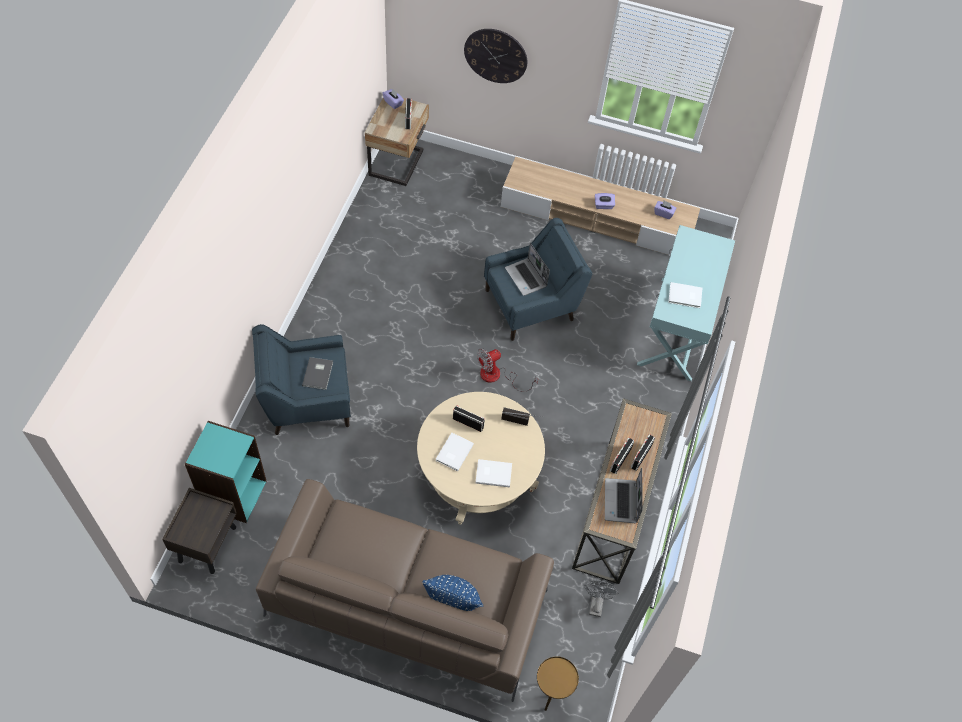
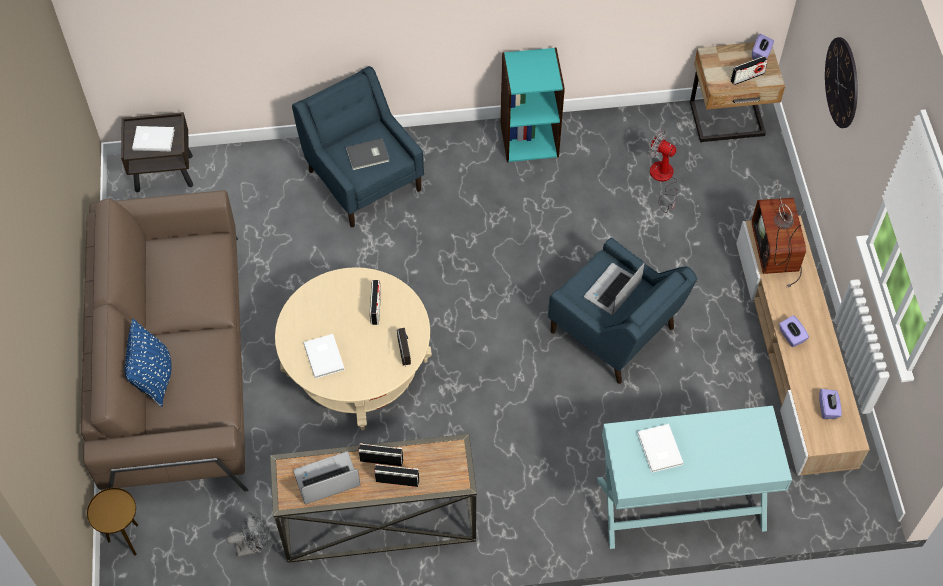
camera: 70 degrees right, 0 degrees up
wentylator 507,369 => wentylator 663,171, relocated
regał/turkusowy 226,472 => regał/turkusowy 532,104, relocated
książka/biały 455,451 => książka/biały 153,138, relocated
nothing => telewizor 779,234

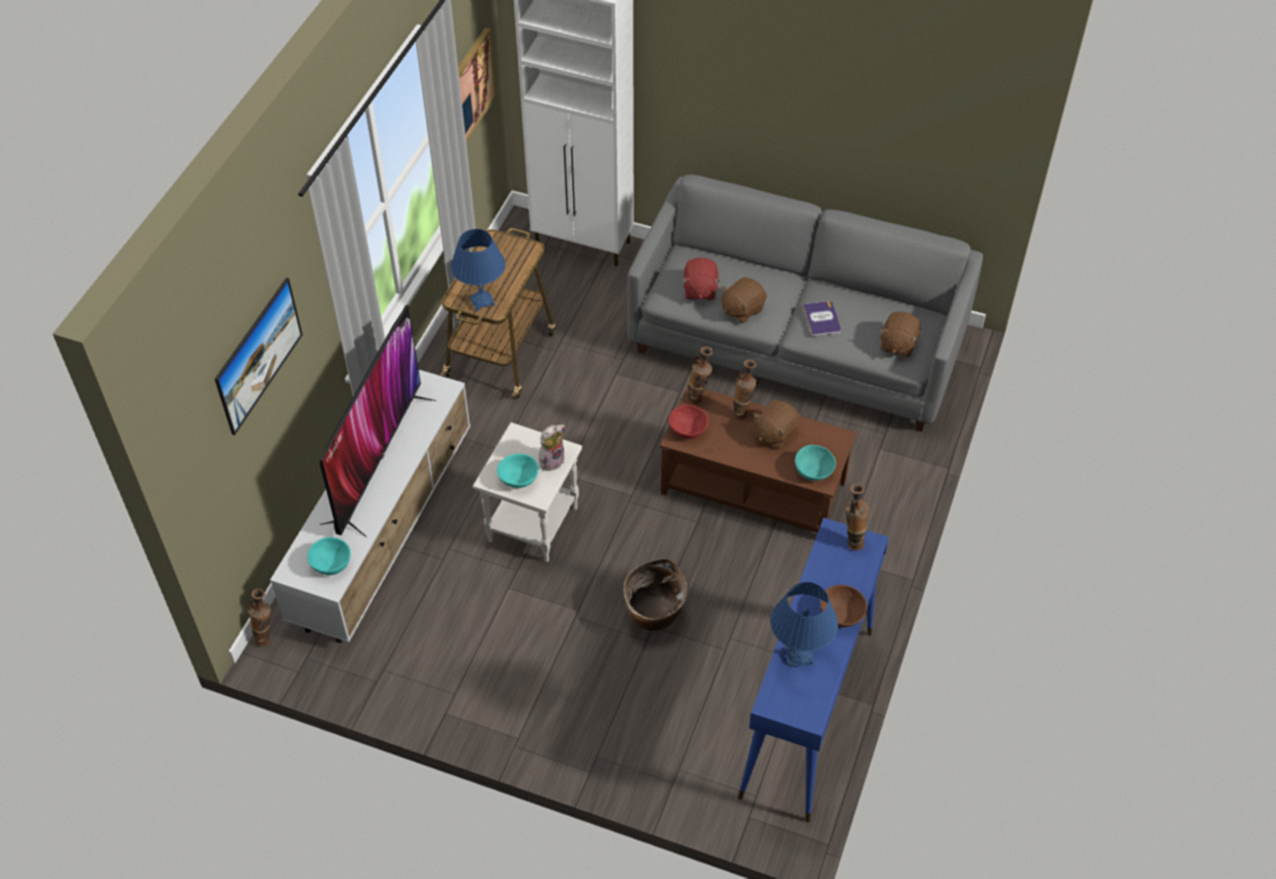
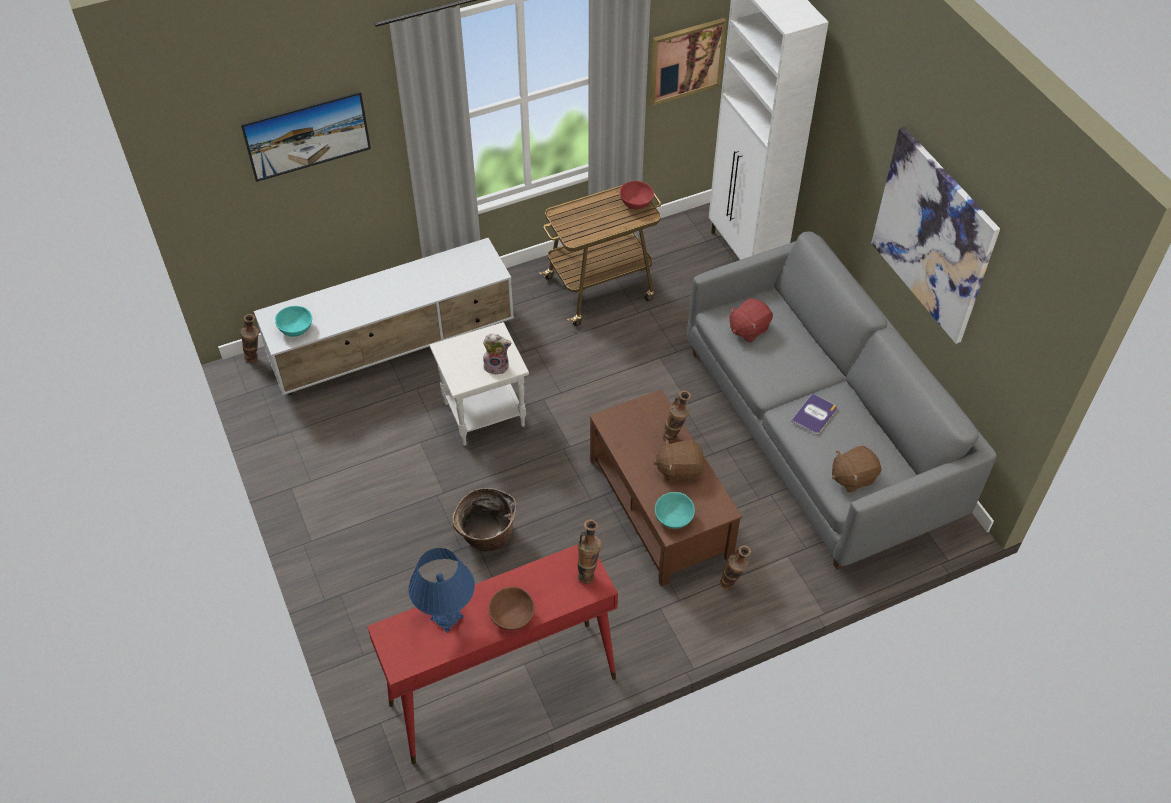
camera: 45 degrees right, 0 degrees up
lampa stołowa/niebieski 478,270 => nothing
pluszak/brązowy 744,300 => nothing
telewizor 377,421 => nothing
wazon 700,375 => wazon 735,567, relocated
miska/czerwony 688,422 => miska/czerwony 637,195, relocated
miska/turkusowy 518,471 => nothing
stolik konsolowy/niebieski 813,670 => stolik konsolowy/czerwony 492,654
nothing => obraz 935,235

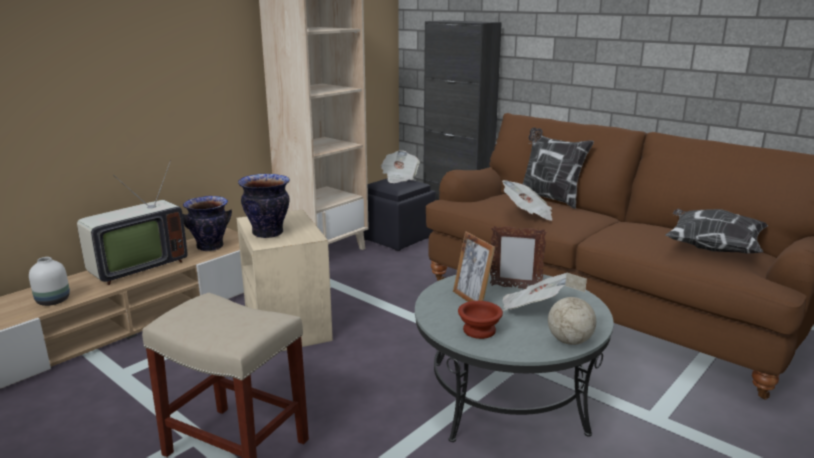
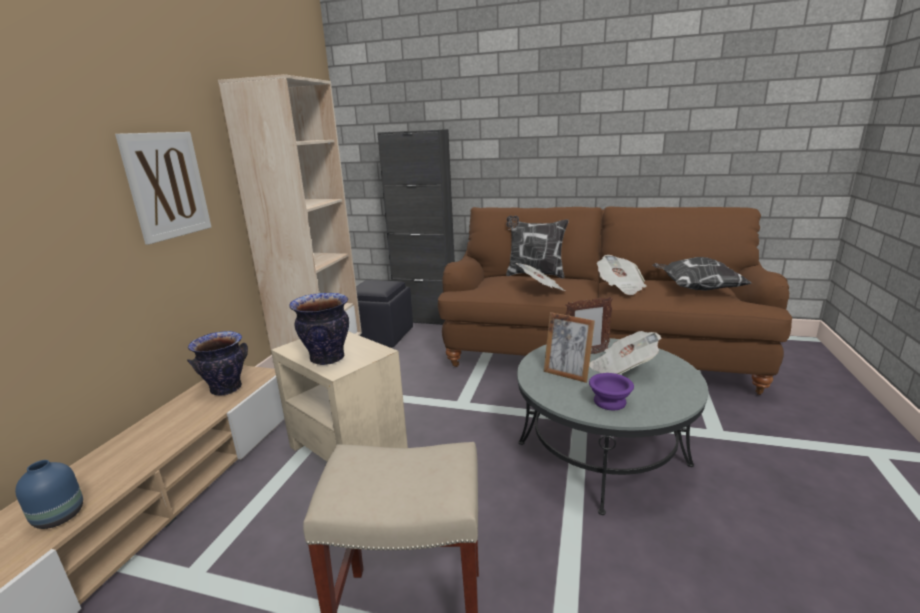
camera: 25 degrees left, 0 degrees up
gazeta 400,166 => gazeta 622,275, relocated
telewizor 132,222 => nothing
wazon/biały 49,281 => wazon/niebieski 49,494
globus 572,309 => nothing
miska/brązowy 480,320 => miska/fioletowy 611,391
nothing => obraz 163,188

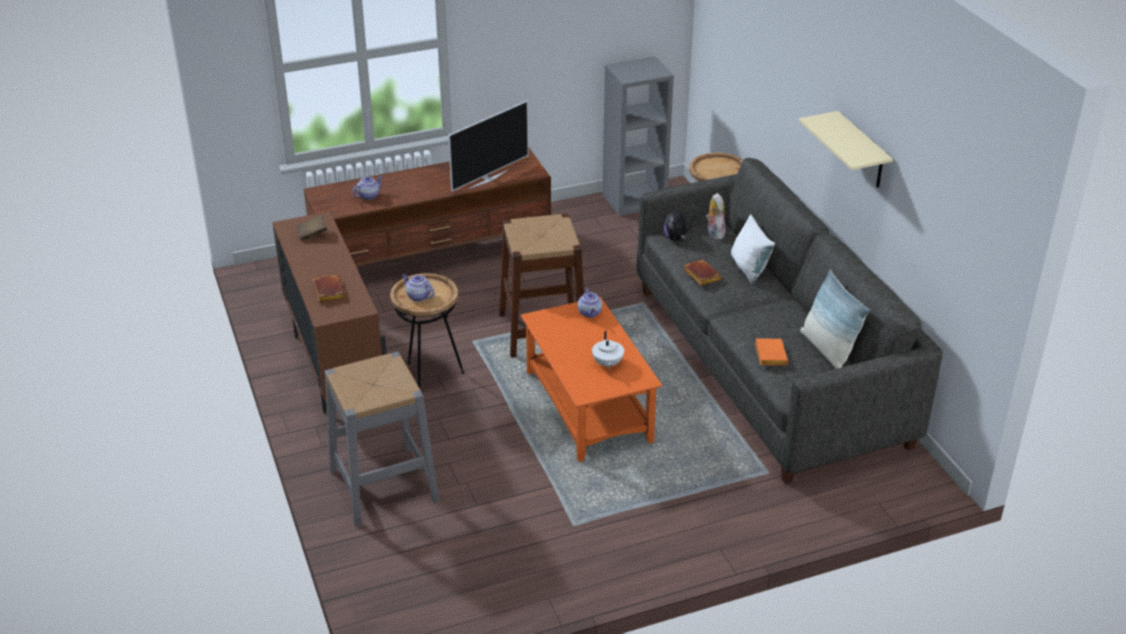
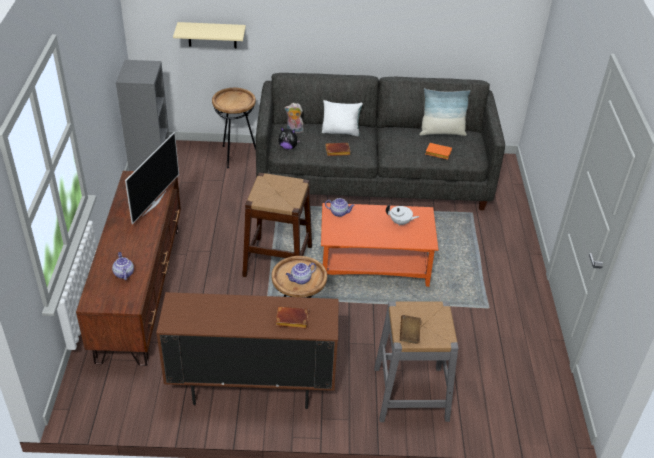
camera: 70 degrees left, 5 degrees up
telewizor 488,146 => telewizor 152,178, 45 degrees clockwise
półka/beżowy 846,149 => półka/beżowy 209,35, relocated
książka/brązowy 312,228 => książka/brązowy 410,329, relocated

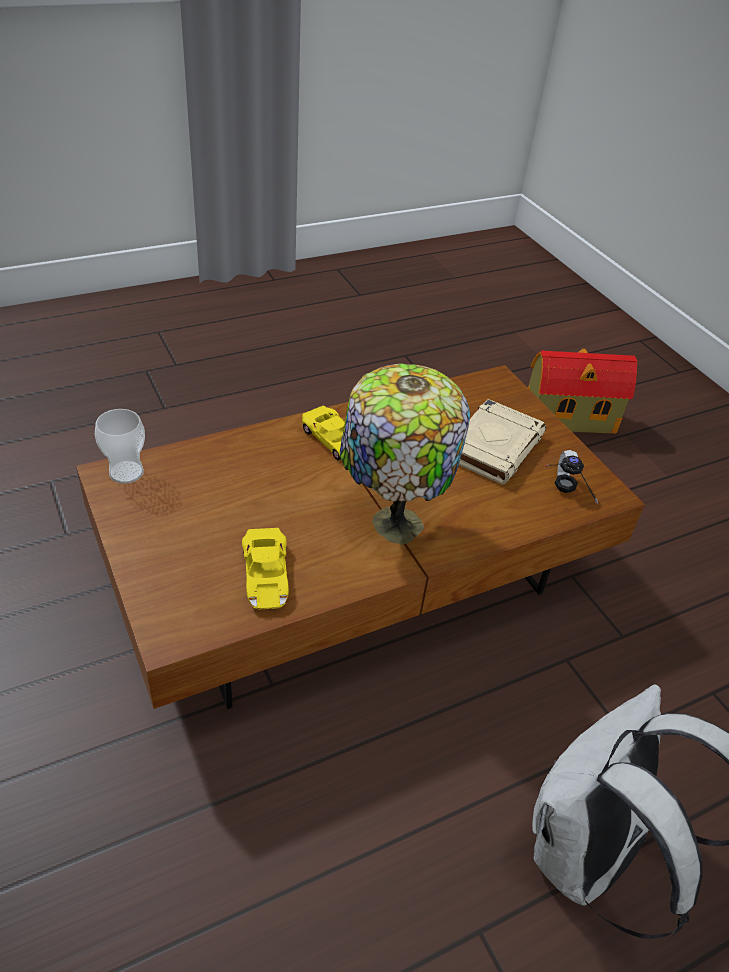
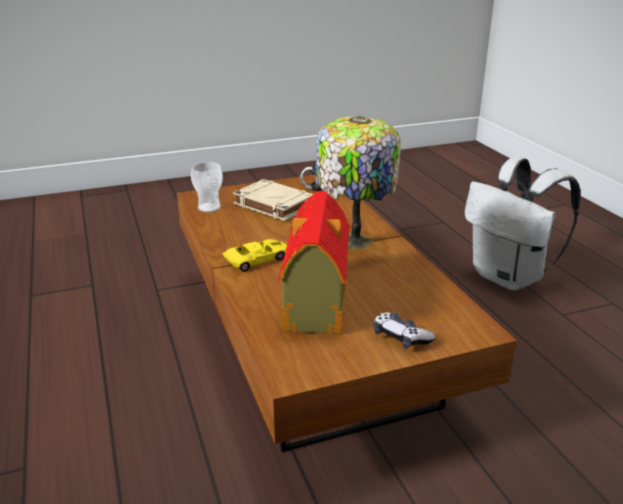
camera: 80 degrees left, 15 degrees down
domek 582,391 => domek 314,262, relocated
filiżanka 120,446 => filiżanka 207,187, relocated
samochodzik/żółty 265,569 => nothing
nothing => pad do gier 404,331

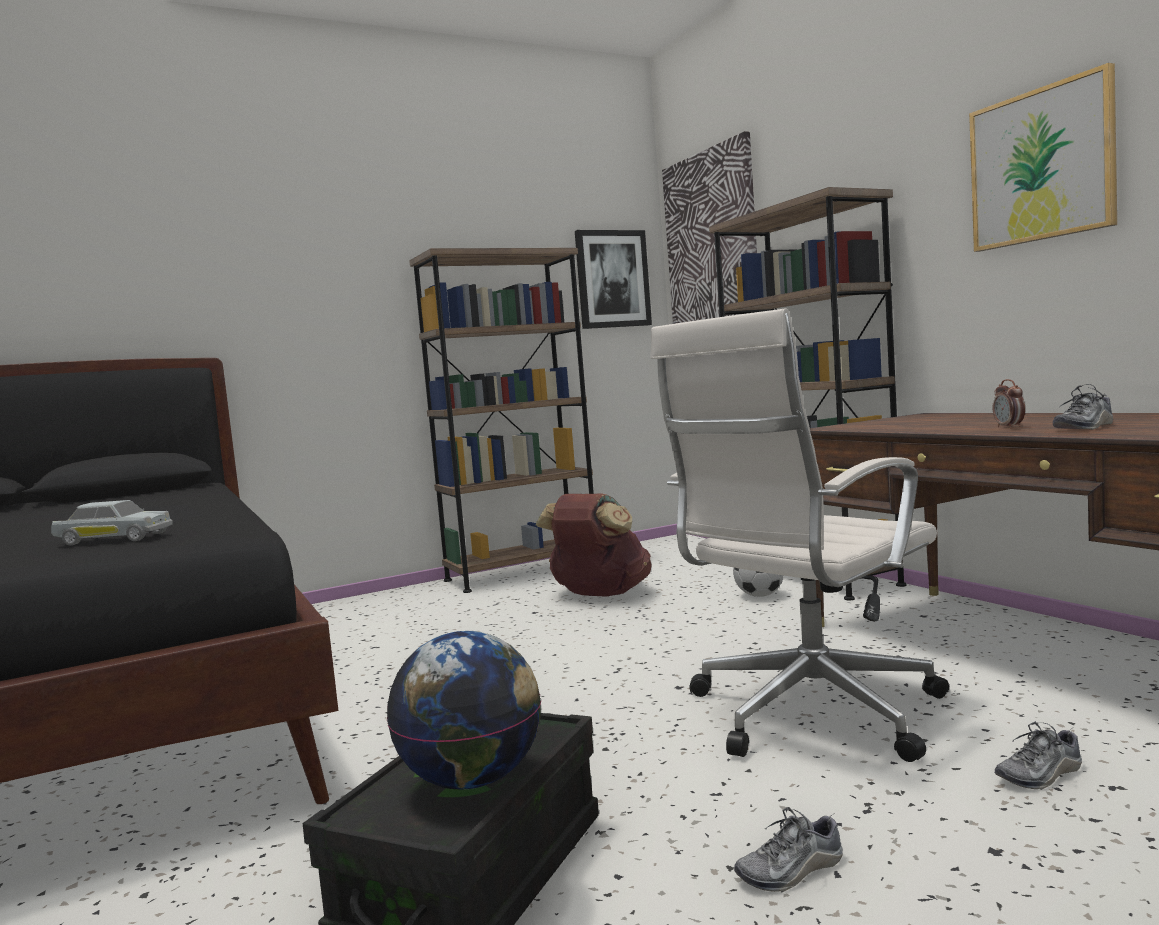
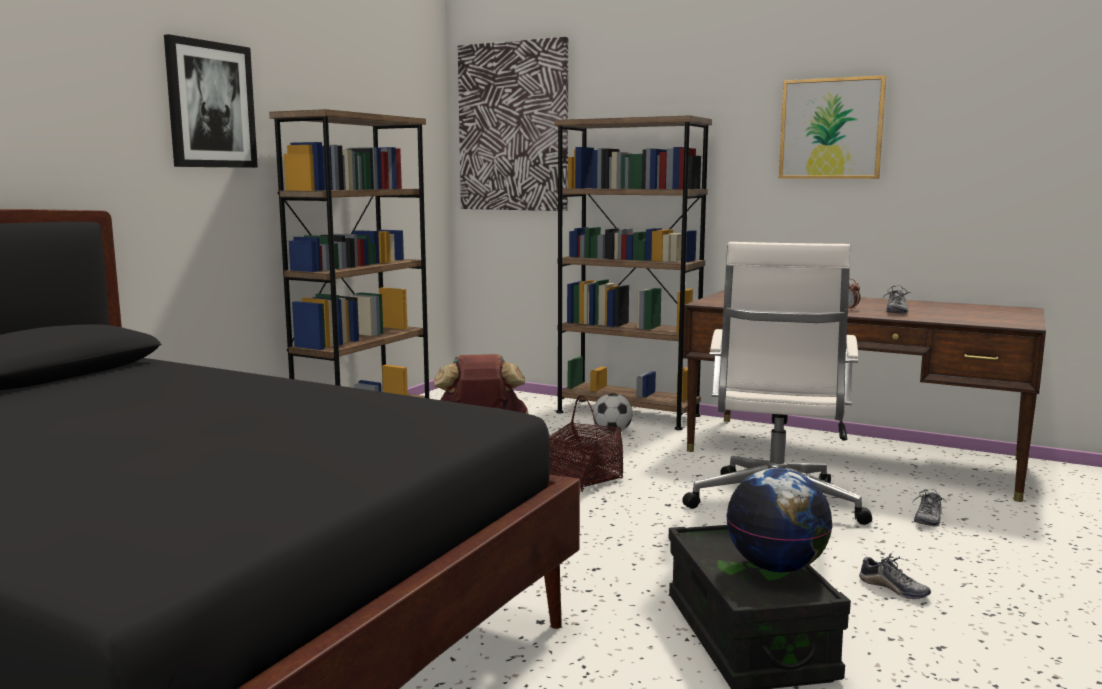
camera: 35 degrees left, 5 degrees up
obraz 613,279 => obraz 211,101, relocated
samochodzik/biały 112,522 => nothing
but 788,850 => but 895,576, 75 degrees counterclockwise
nothing => koszyk 586,444

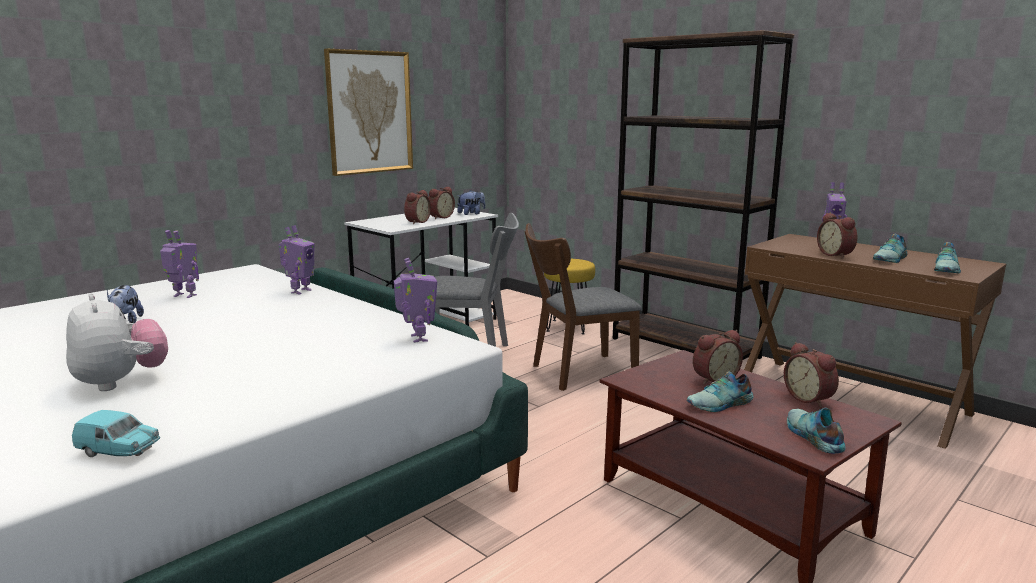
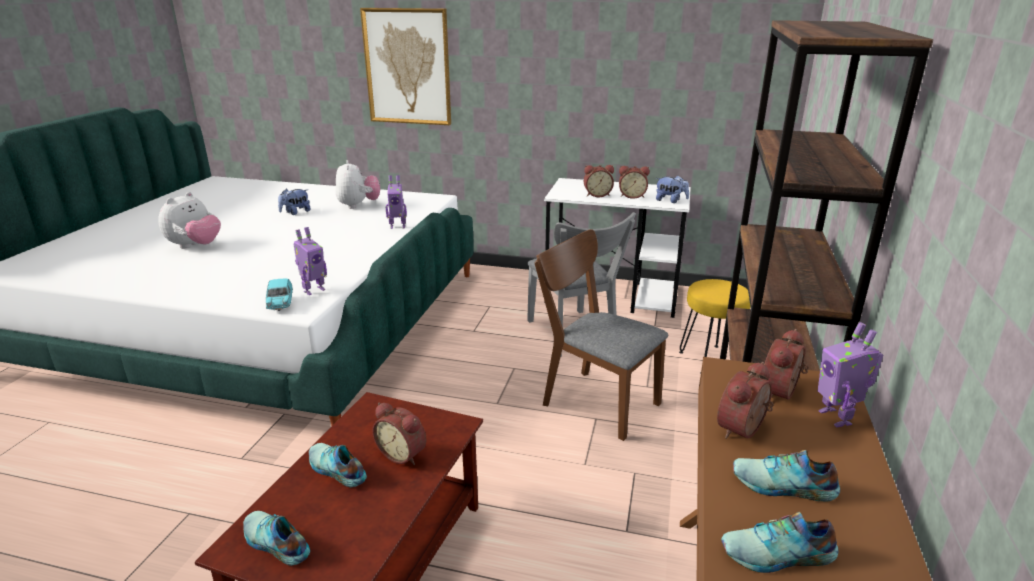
camera: 60 degrees right, 10 degrees up
obraz 368,112 => obraz 405,66, relocated
robot zabawkowy 179,264 => pluszak 357,184
budzik 811,375 => budzik 786,364, relocated
but 816,430 => but 276,538, 105 degrees counterclockwise
samochodzik/turkusowy 116,433 => samochodzik/turkusowy 279,295, relocated

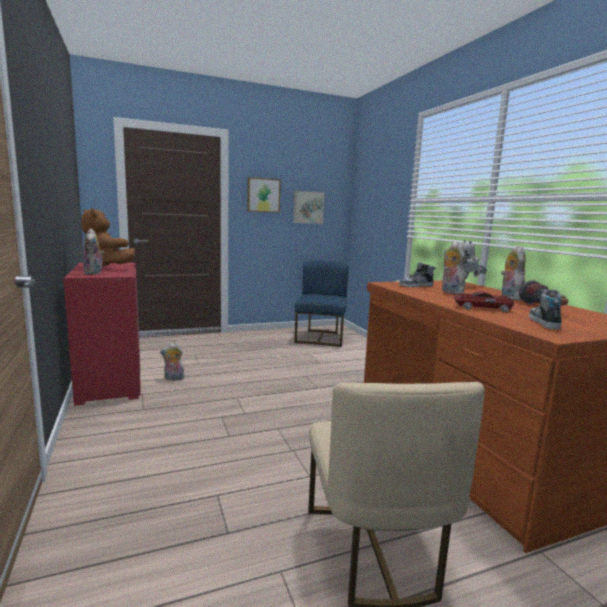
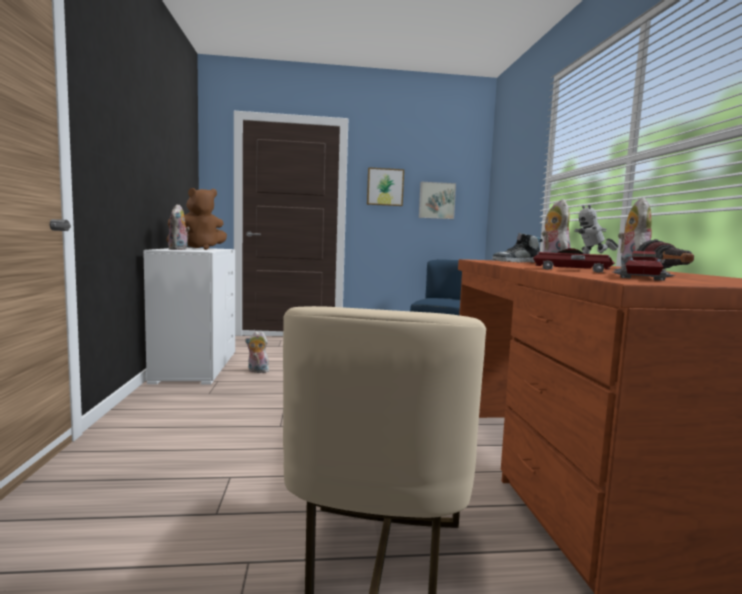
camera: 15 degrees right, 5 degrees down
pluszak/brązowy 108,237 => pluszak/brązowy 196,219, 90 degrees counterclockwise
komoda/czerwony 102,334 => komoda/biały 189,316
but 545,309 => samochodzik 644,266

